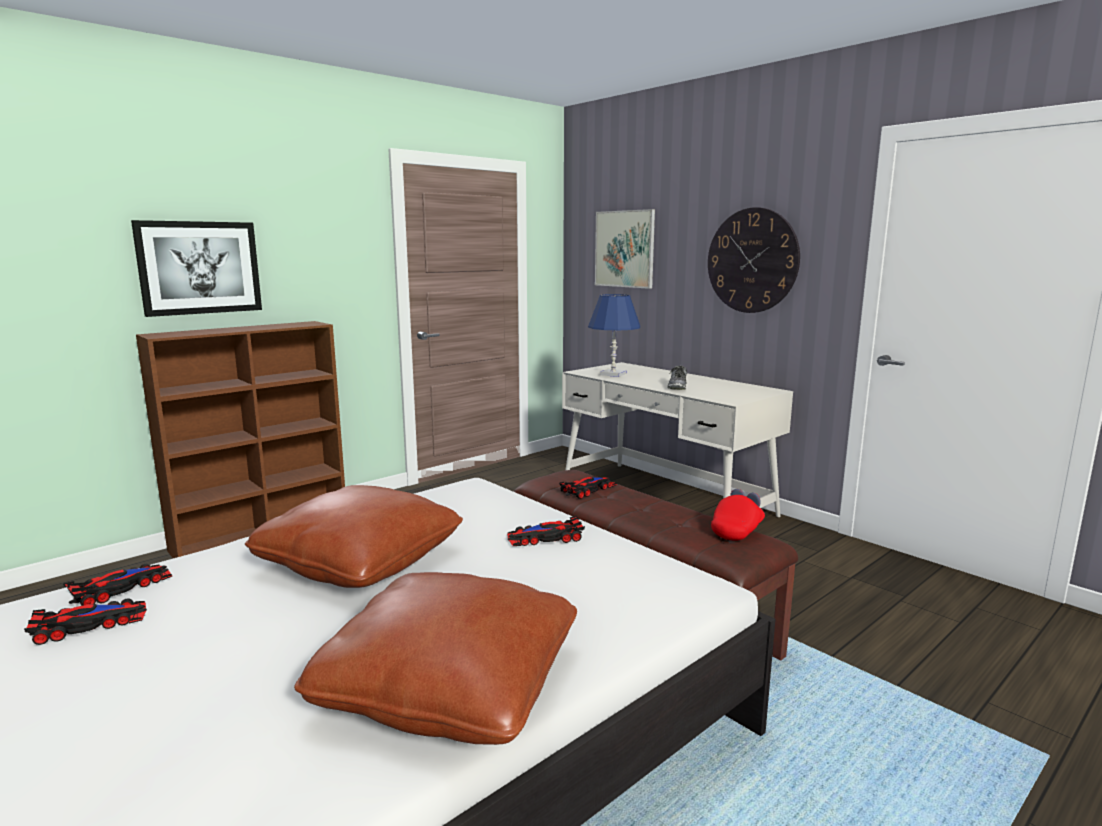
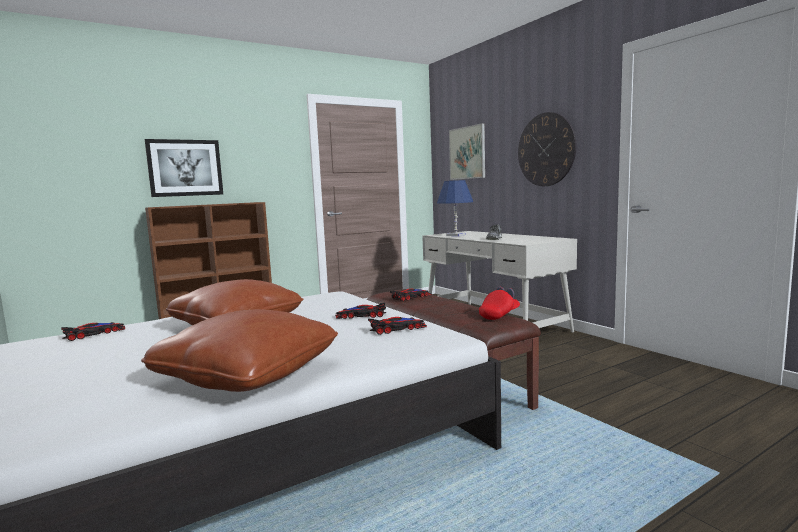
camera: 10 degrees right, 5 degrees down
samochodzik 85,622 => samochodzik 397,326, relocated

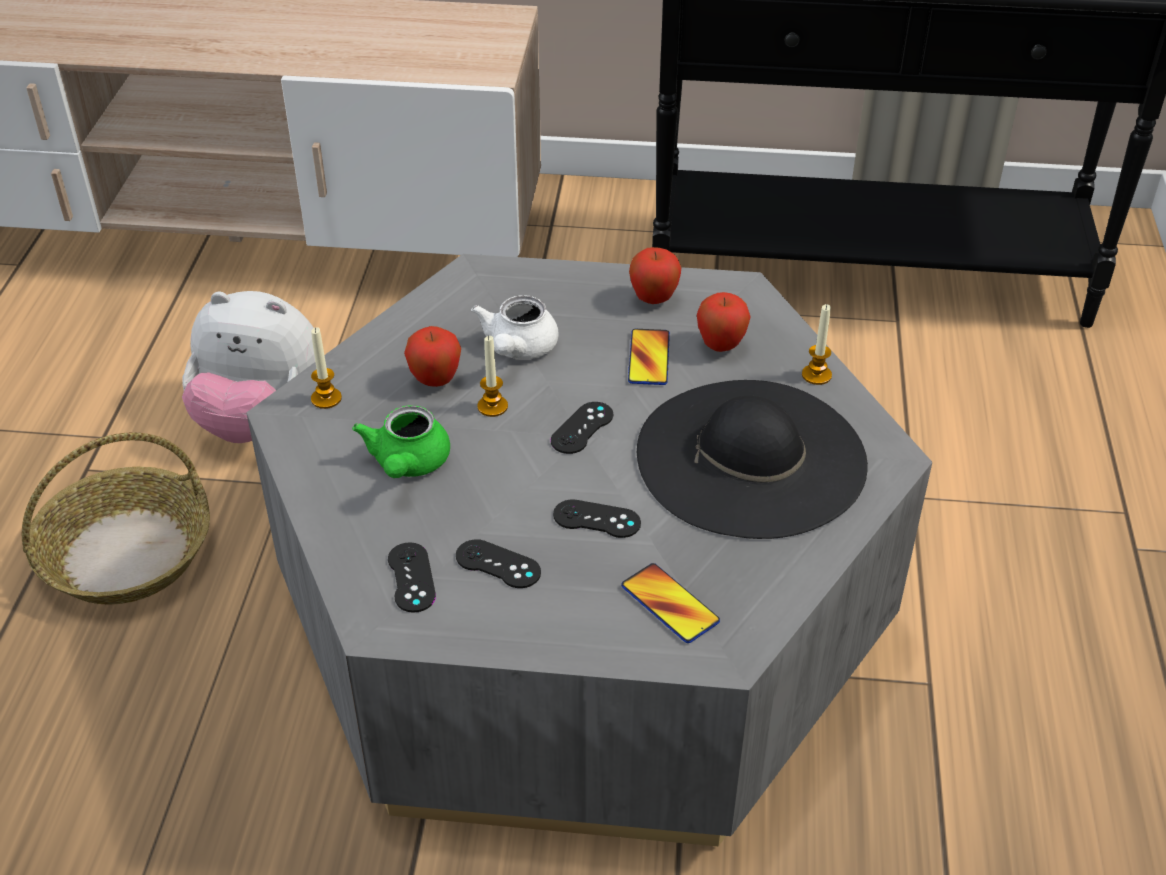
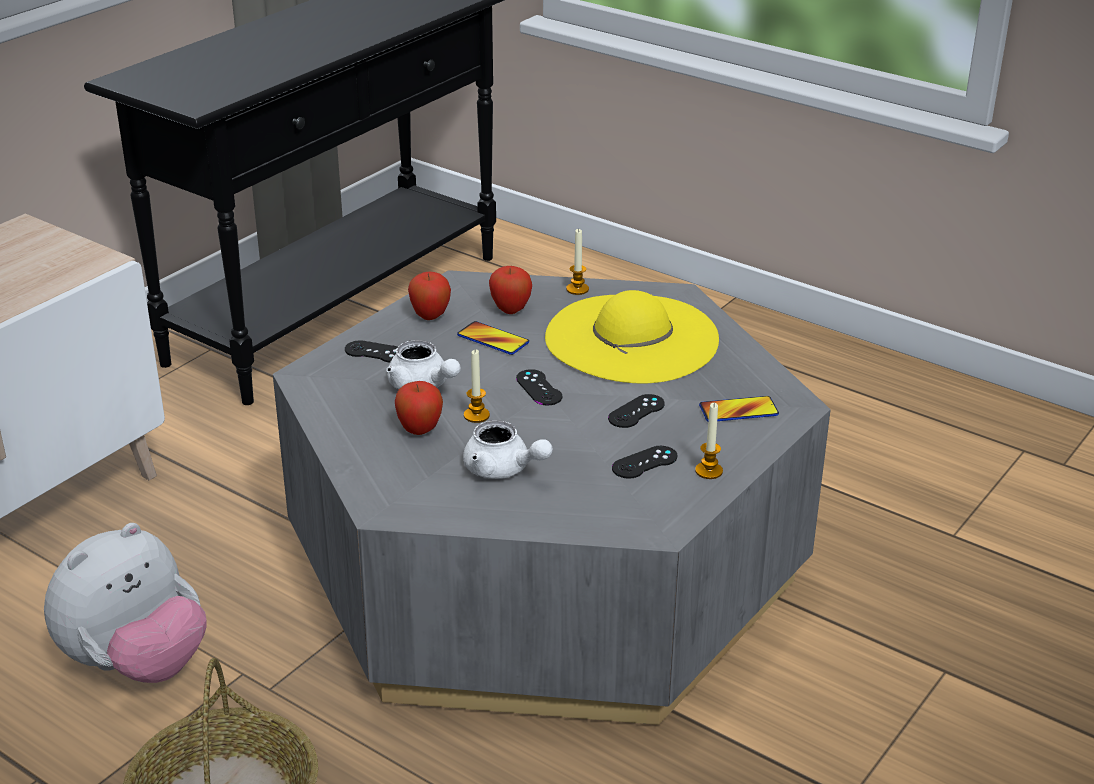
camera: 60 degrees left, 10 degrees down
świeca 326,368 => świeca 709,441, relocated
kapelusz/czarny 752,459 => kapelusz/żółty 632,336
imbryk/zielony 401,441 => imbryk/biały 508,449
pad do gier/czarny 412,577 => pad do gier/czarny 371,351, relocated

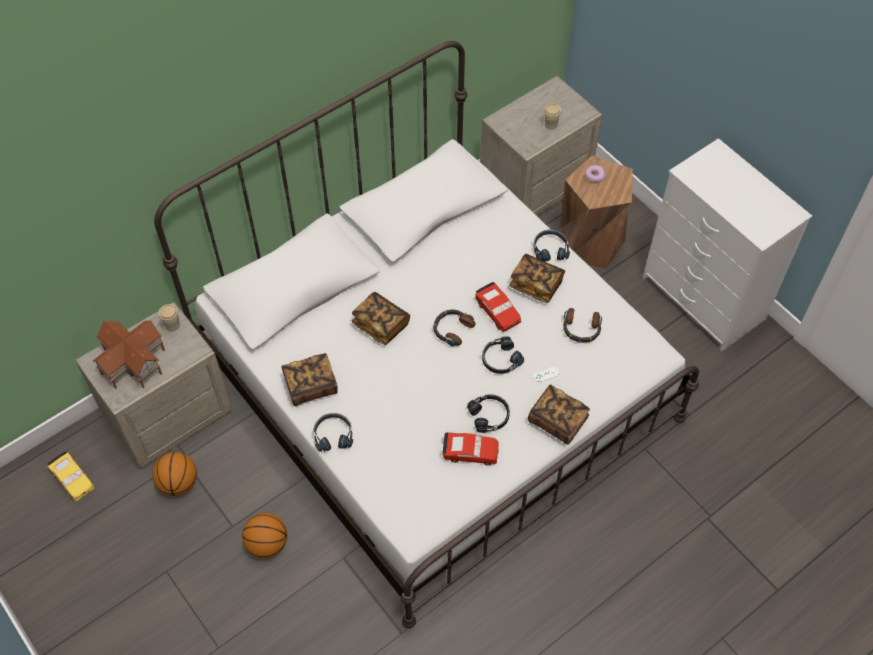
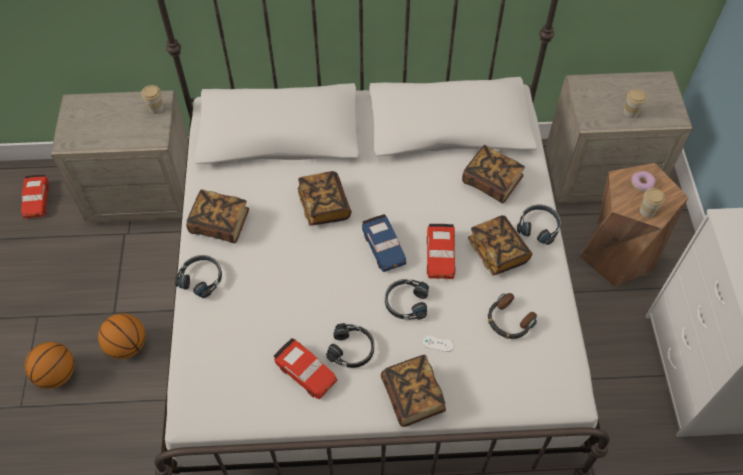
camera: 35 degrees right, 0 degrees up
słuchawki 454,328 => samochodzik/niebieski 384,243
domek 128,354 => nothing
samochodzik/żółty 70,476 => samochodzik/czerwony 35,196
piłka do koszykówki 174,474 => piłka do koszykówki 49,365, relocated
nothing => książka 493,174
nothing => filiżanka 652,203

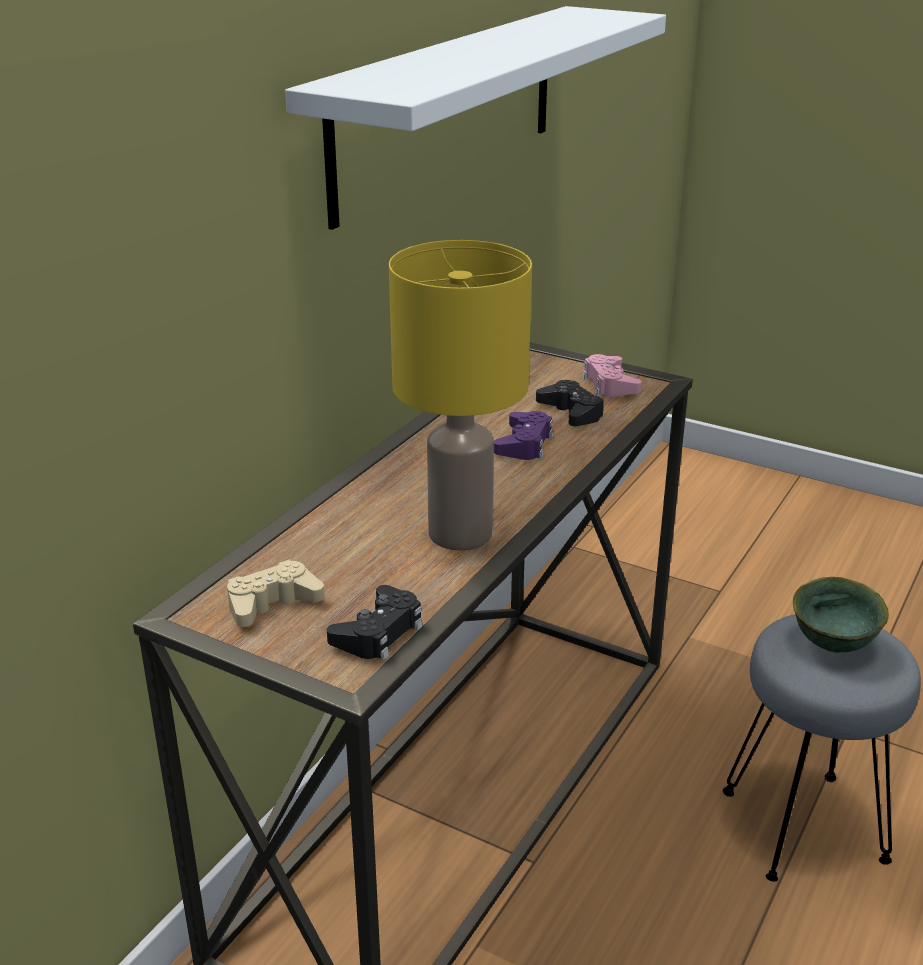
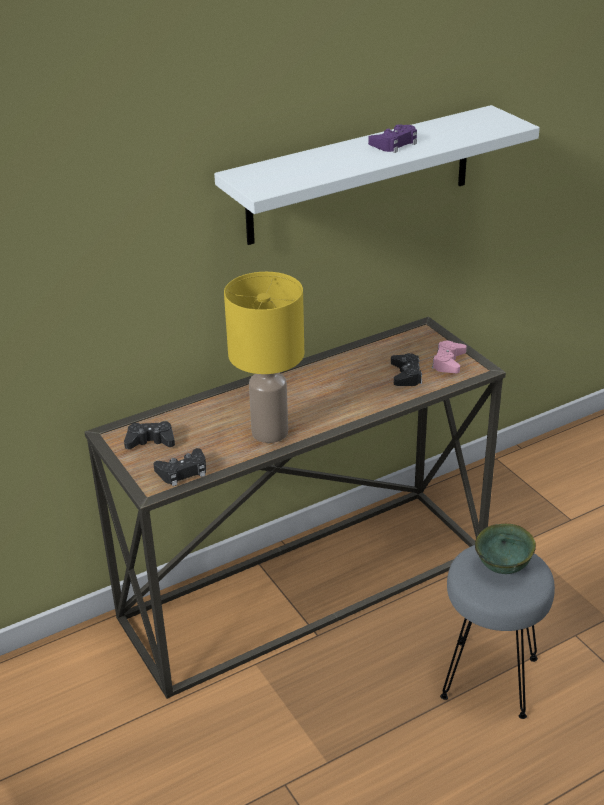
camera: 30 degrees right, 5 degrees up
pad do gier/fioletowy 523,435 => pad do gier/fioletowy 392,138, relocated
pad do gier/beżowy 276,593 => pad do gier/czarny 149,435

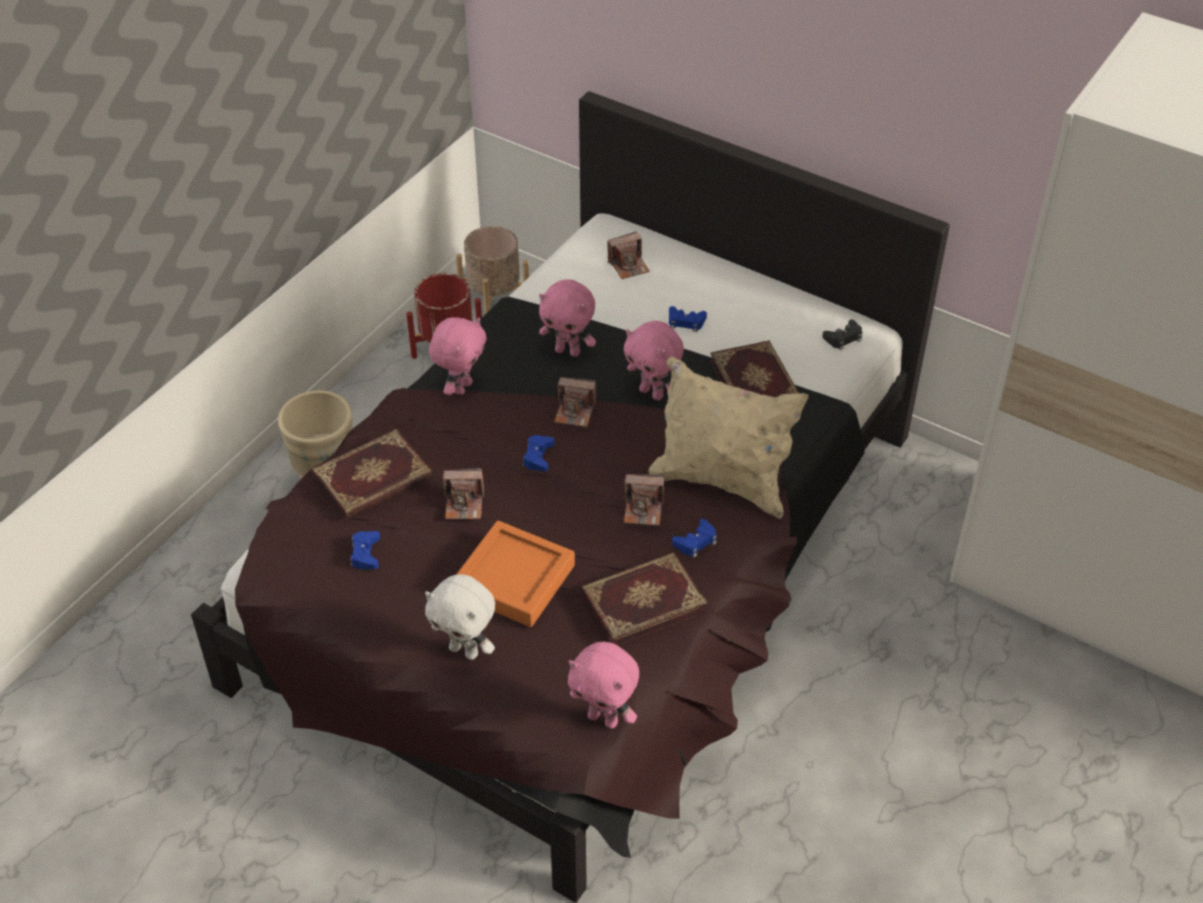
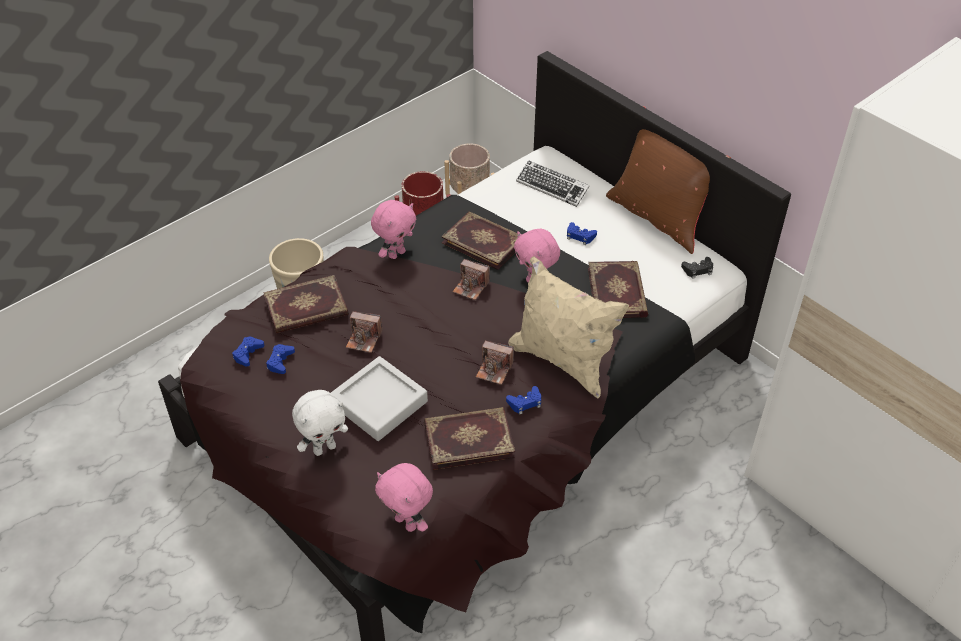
camera: 15 degrees right, 0 degrees up
aparat fotograficzny 628,255 => klawiatura 553,183
pluszak/różowy 567,318 => książka 479,240
pad do gier/niebieski 538,453 => pad do gier/niebieski 248,352, relocated
taca/pomarańczowy 515,574 => taca/szary 379,398
pluszak/biały 460,617 => pluszak/biały 320,423, 75 degrees counterclockwise
nothing => poduszka/brązowy 668,180

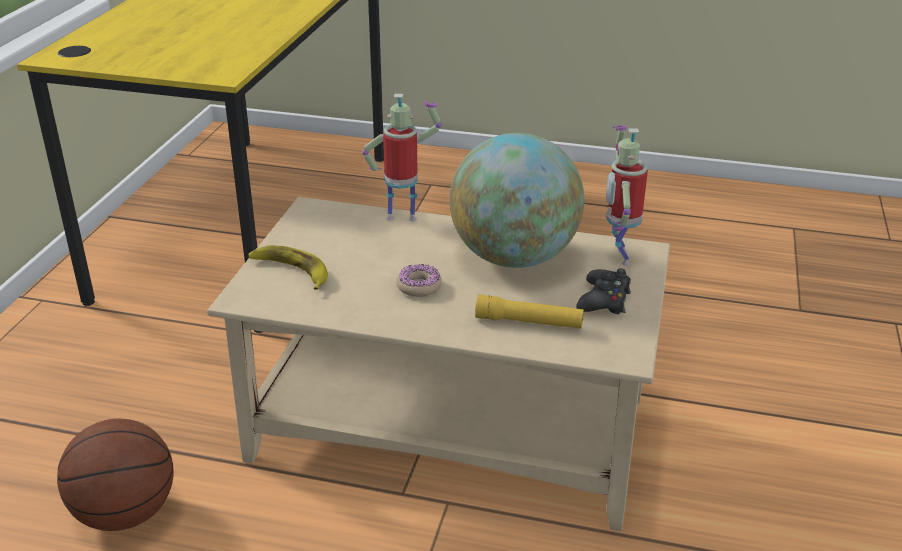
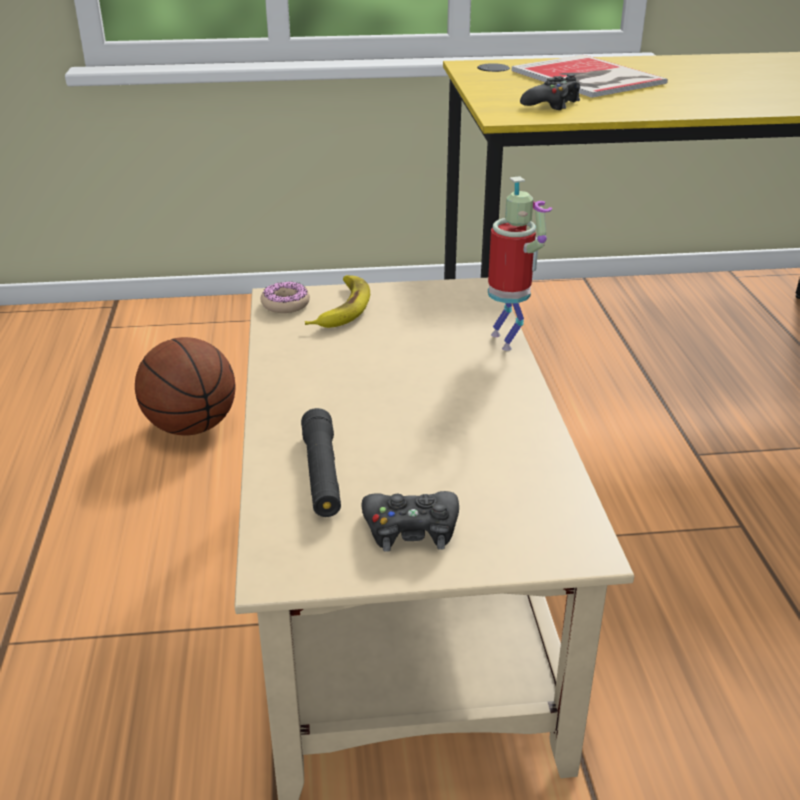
camera: 70 degrees right, 0 degrees up
robot zabawkowy 627,195 => nothing
globus 516,200 => nothing
donut 419,280 => donut 285,297, relocated
latarka/żółty 529,311 => latarka/czarny 321,462
nothing => książka 590,76
nothing => pad do gier/czarny 550,92

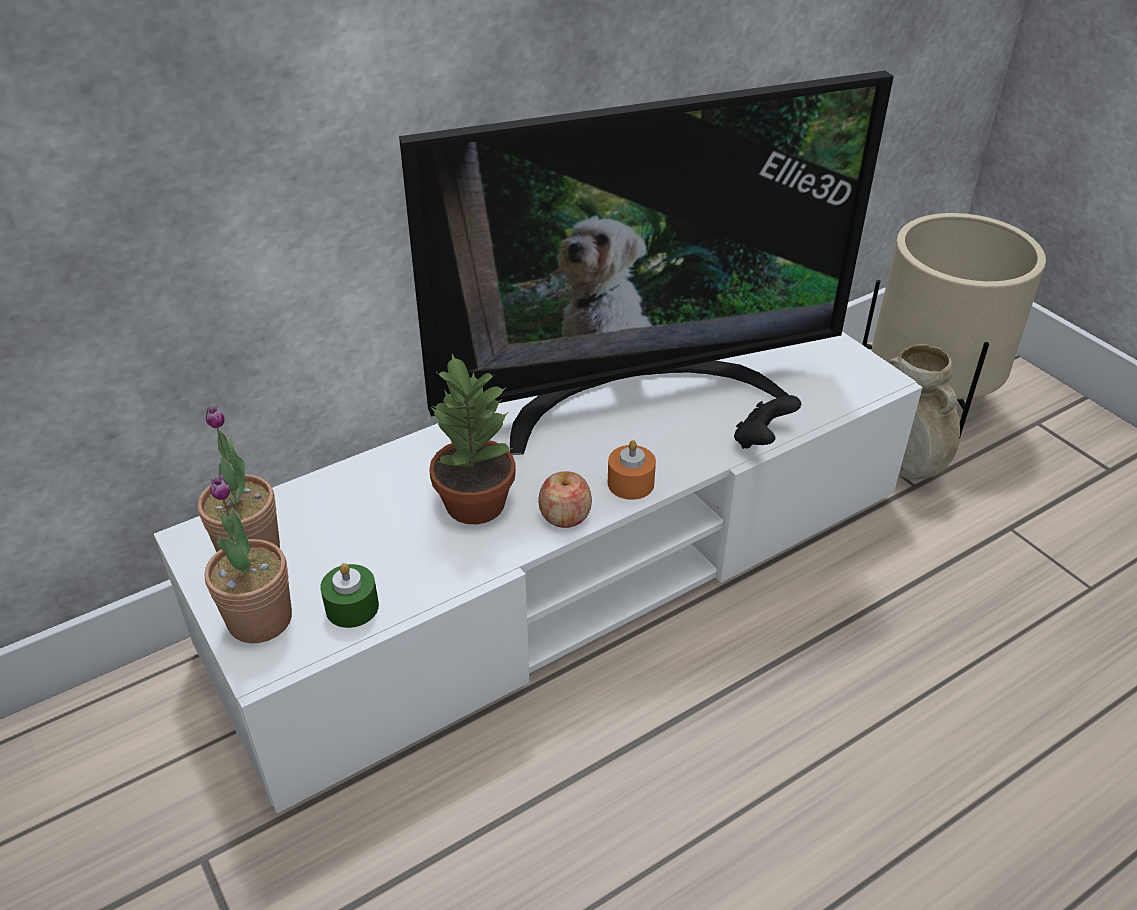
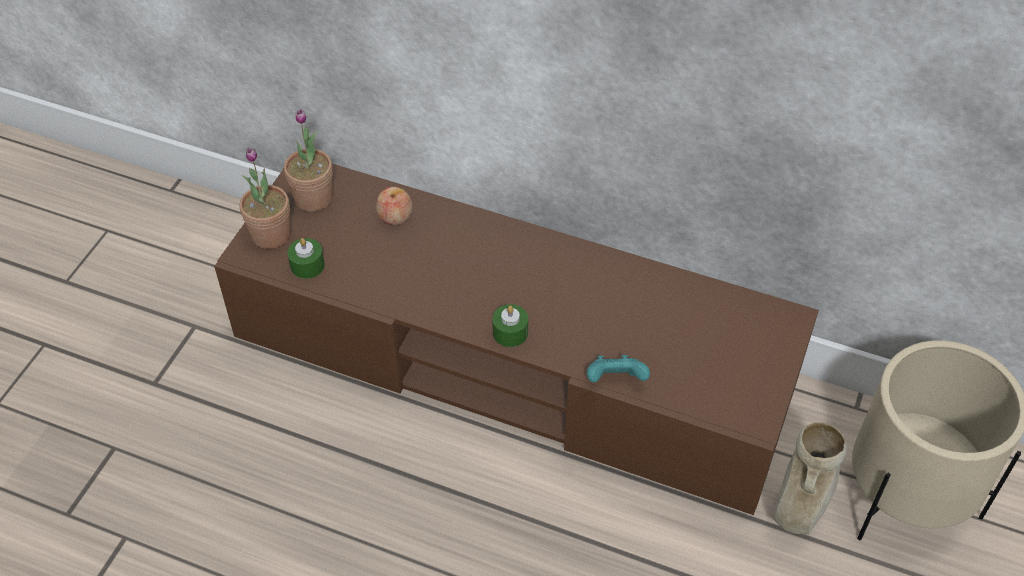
camera: 55 degrees right, 10 degrees up
telewizor 646,263 => nothing
szafka pod telewizor/biały 538,572 => szafka pod telewizor/brązowy 516,339
roślina doniczkowa 472,439 => nothing
pad do gier/czarny 767,422 => pad do gier/turkusowy 618,368
świeca/pomarańczowy 632,470 => świeca/zielony 510,325
jabłko 565,499 => jabłko 394,206, relocated

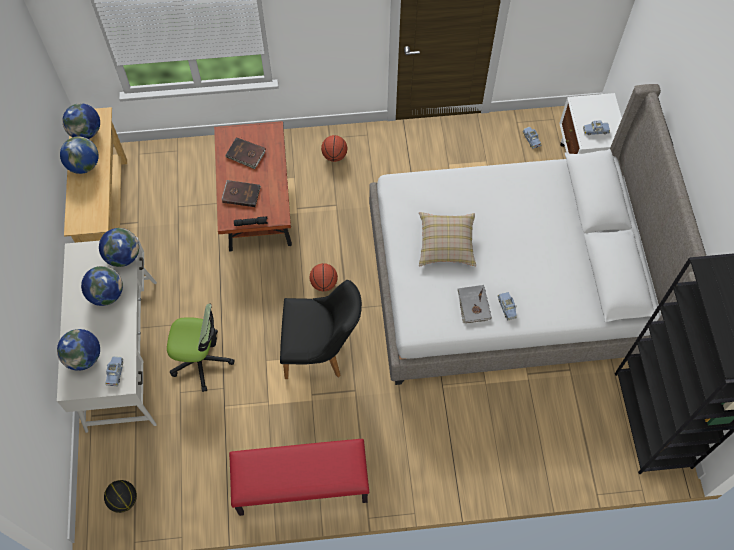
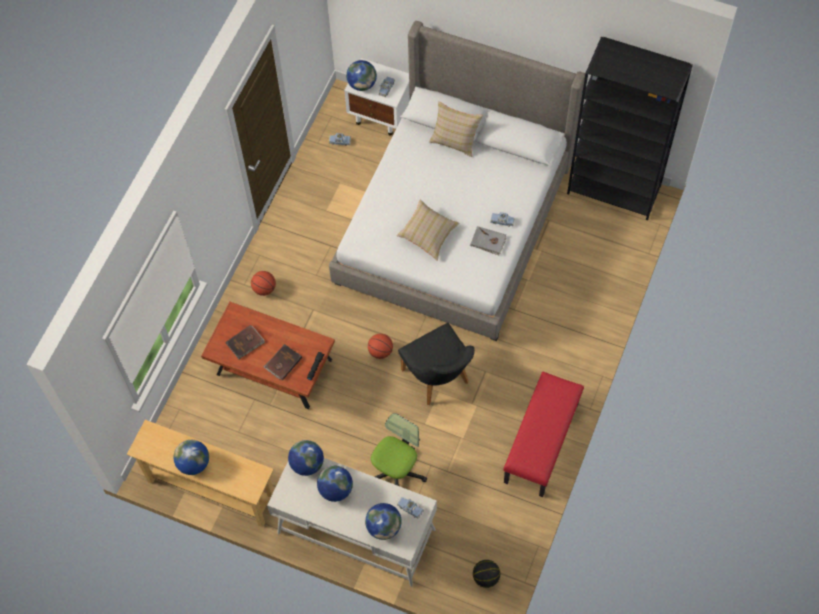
camera: 60 degrees left, 0 degrees up
globus 81,121 => globus 361,75, relocated
krzesło/czarny 321,329 => krzesło/czarny 436,364, 120 degrees clockwise
nothing => poduszka/beżowy 456,129

